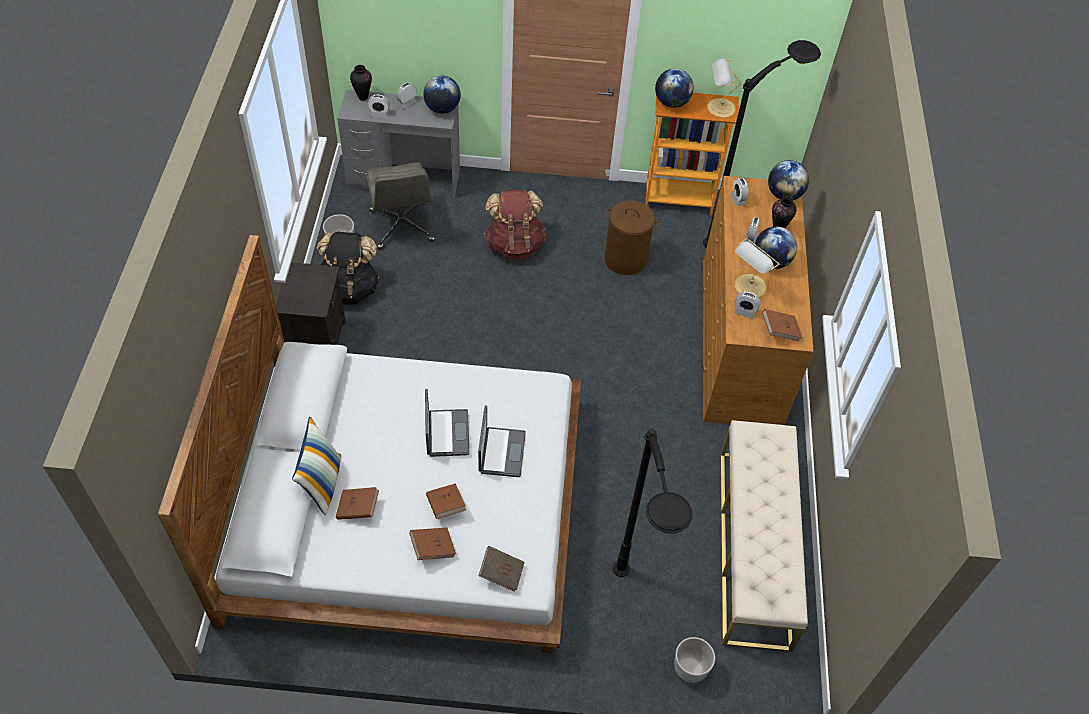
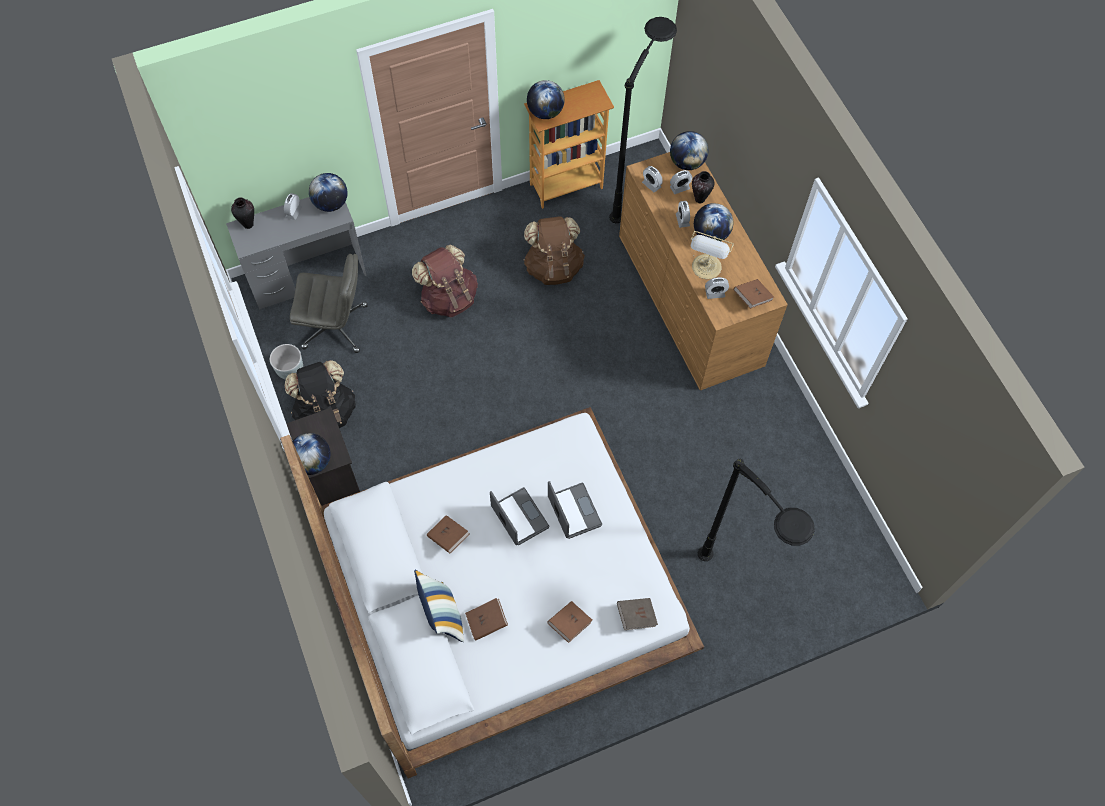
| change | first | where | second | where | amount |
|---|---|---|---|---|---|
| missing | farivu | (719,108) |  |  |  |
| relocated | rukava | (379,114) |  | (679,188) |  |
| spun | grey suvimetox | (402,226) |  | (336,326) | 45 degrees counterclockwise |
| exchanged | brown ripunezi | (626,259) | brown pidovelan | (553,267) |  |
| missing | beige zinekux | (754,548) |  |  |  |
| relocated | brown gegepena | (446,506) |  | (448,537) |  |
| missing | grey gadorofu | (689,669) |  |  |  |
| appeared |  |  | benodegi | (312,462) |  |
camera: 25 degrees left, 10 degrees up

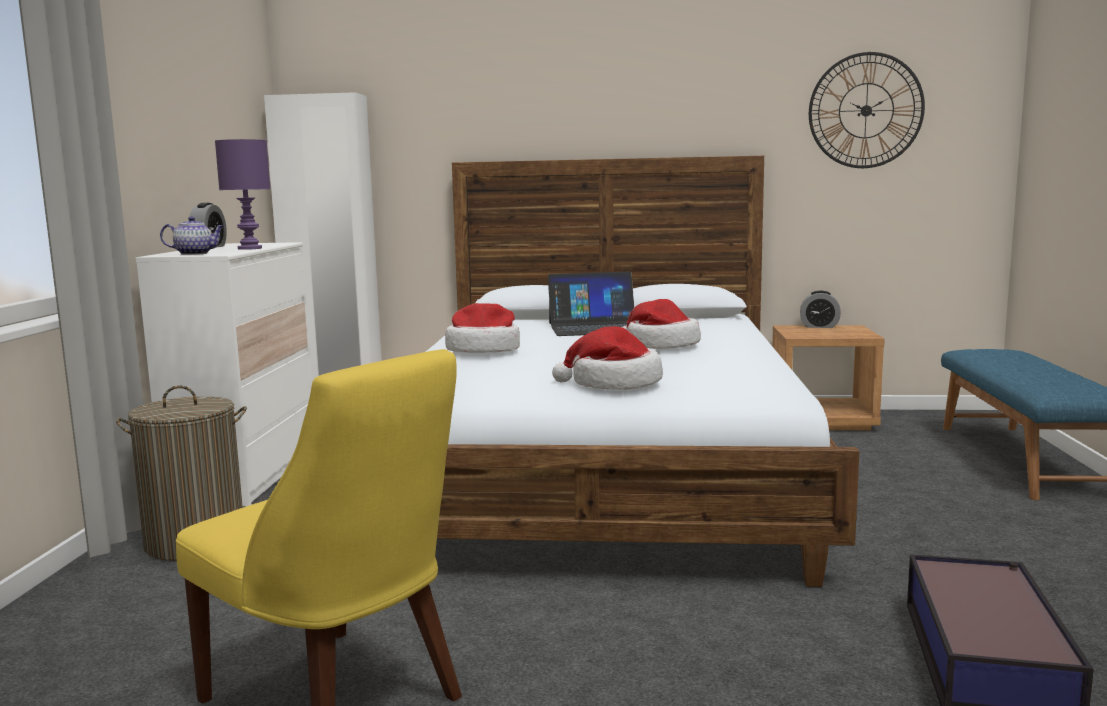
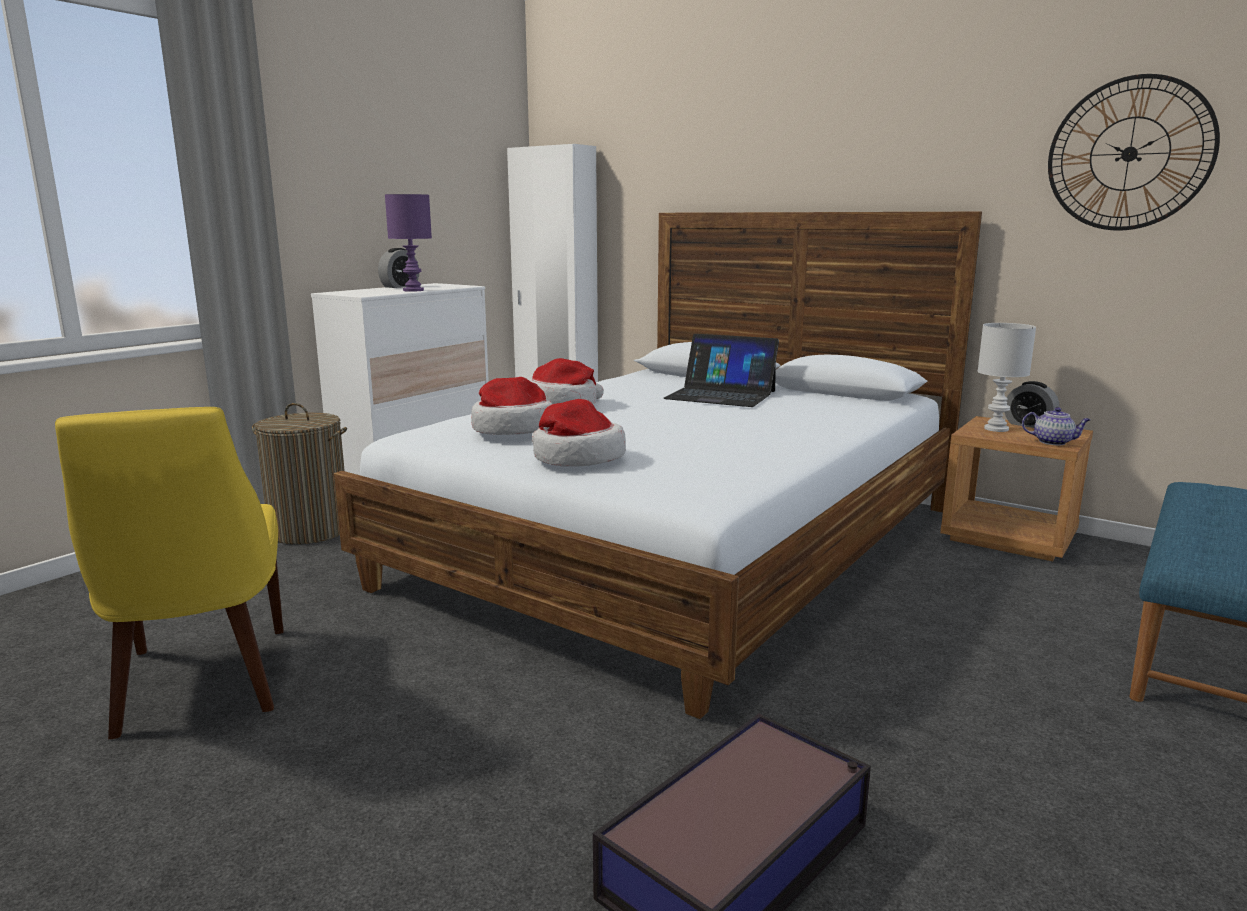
| change | first | where | second | where | amount |
|---|---|---|---|---|---|
| relocated | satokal | (195,253) |  | (1053,442) |  |
| relocated | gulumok | (660,345) |  | (512,429) |  |
| appeared |  |  | white farivu | (996,429) |  |
camera: 30 degrees right, 5 degrees up

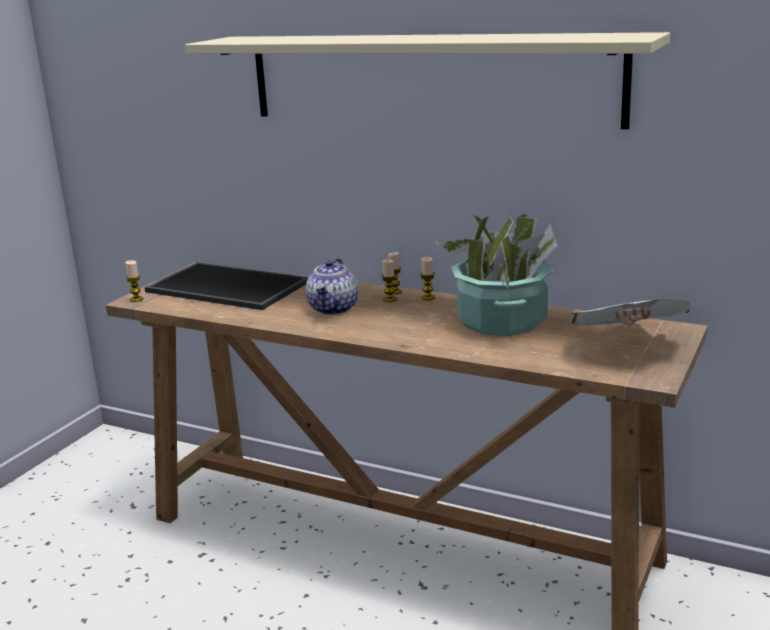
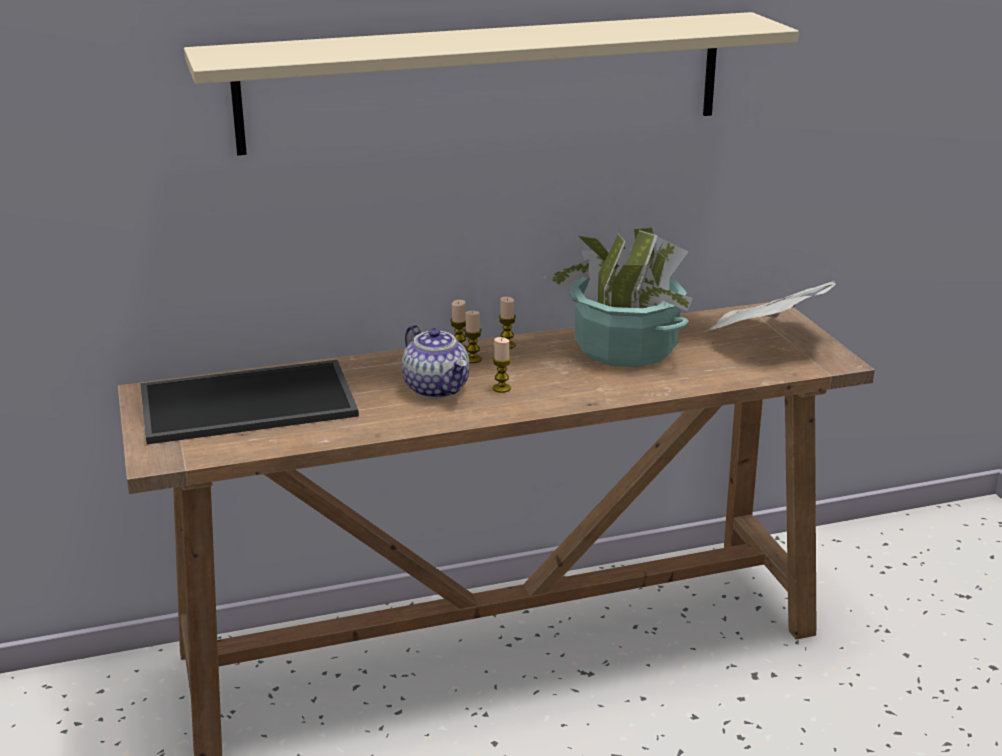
| change | first | where | second | where | amount |
|---|---|---|---|---|---|
| relocated | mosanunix | (136,299) |  | (501,388) |  |
camera: 45 degrees left, 5 degrees up

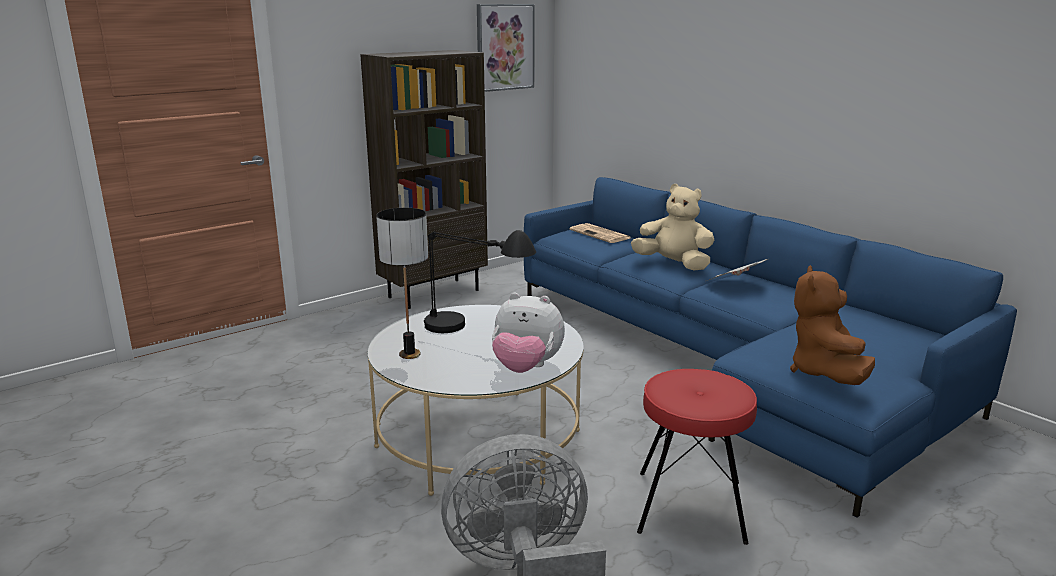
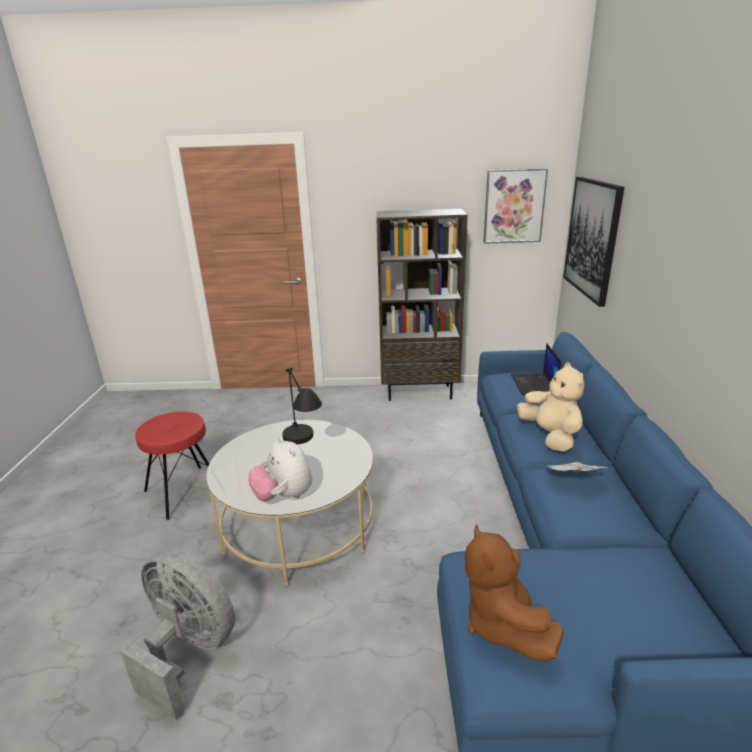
| change | first | where | second | where | amount |
|---|---|---|---|---|---|
| missing | farivu | (409,354) |  |  |  |
| exchanged | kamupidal | (601,234) | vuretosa | (534,384) |  |
| spun | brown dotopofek | (825,373) |  | (502,624) | 60 degrees counterclockwise |
| relocated | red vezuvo | (689,505) |  | (185,491) |  |
| appeared |  |  | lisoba | (592,238) |  |
camera: 40 degrees right, 5 degrees up

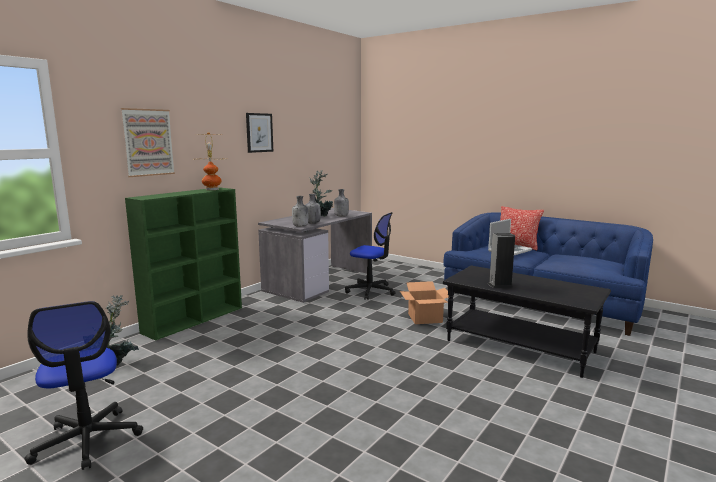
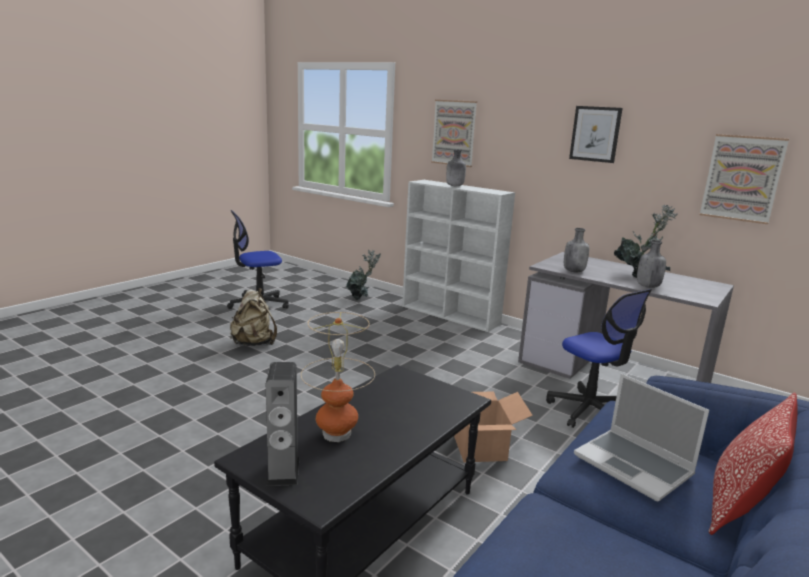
| change | first | where | second | where | amount |
|---|---|---|---|---|---|
| relocated | farivu | (212,189) |  | (336,434) |  |
| colour | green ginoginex | (195,319) | white ginoginex | (451,315) |  |
| relocated | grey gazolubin | (300,226) |  | (454,186) |  |
| spun | suvimetox | (370,291) |  | (590,411) | 60 degrees counterclockwise |
| relocated | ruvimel | (500,285) |  | (283,471) |  |
| appeared |  |  | lisoba | (742,178) |  |
| appeared |  |  | beige pidovelan | (254,344) |  |
camera: 90 degrees right, 5 degrees up

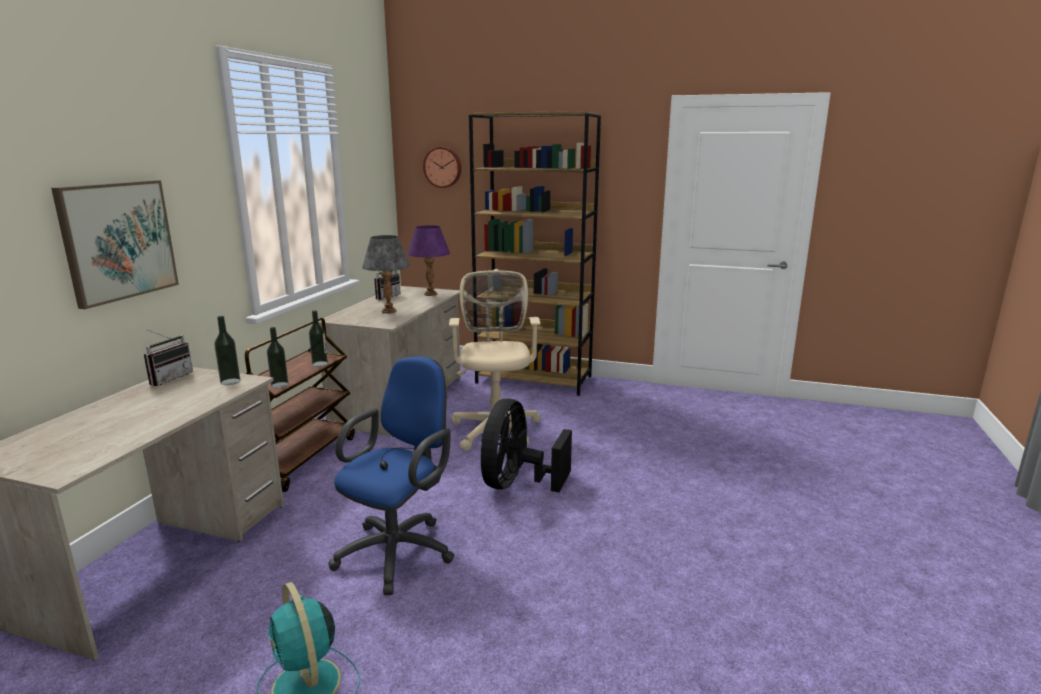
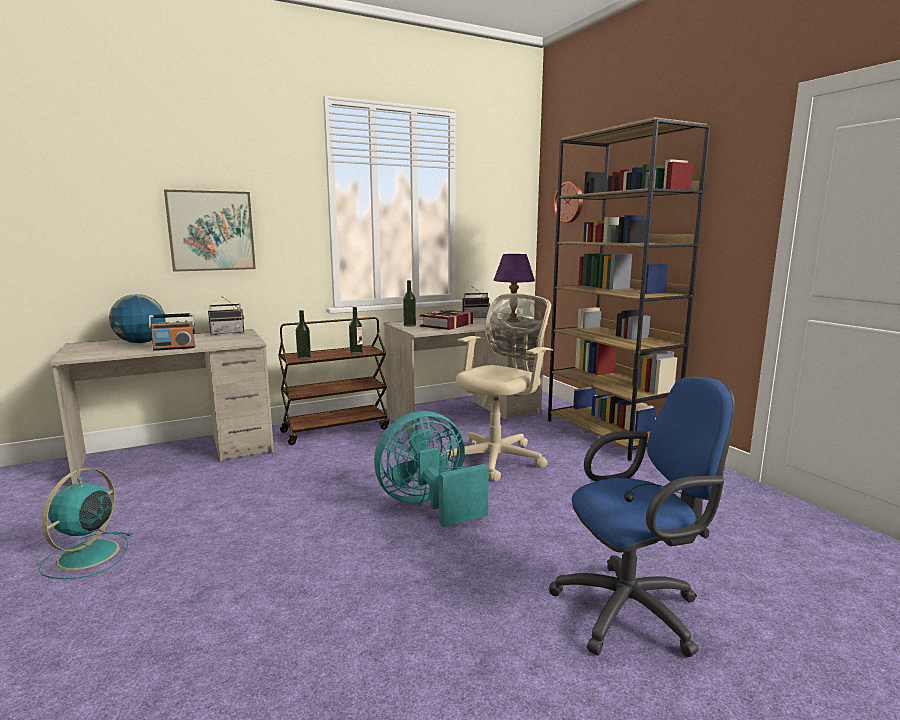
| change | first | where | second | where | amount |
|---|---|---|---|---|---|
| exchanged | grey farivu | (389,311) | gegepena | (447,325) |  |
| relocated | gazolubin | (230,382) |  | (409,325) |  |
| relocated | blue suvimetox | (400,550) |  | (634,609) |  |
| colour | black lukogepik | (517,483) | turquoise lukogepik | (429,505) |  |
| appeared |  |  | benodegi | (140,343) |  |
| appeared |  |  | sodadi | (174,348) |  |
camera: 45 degrees right, 5 degrees down

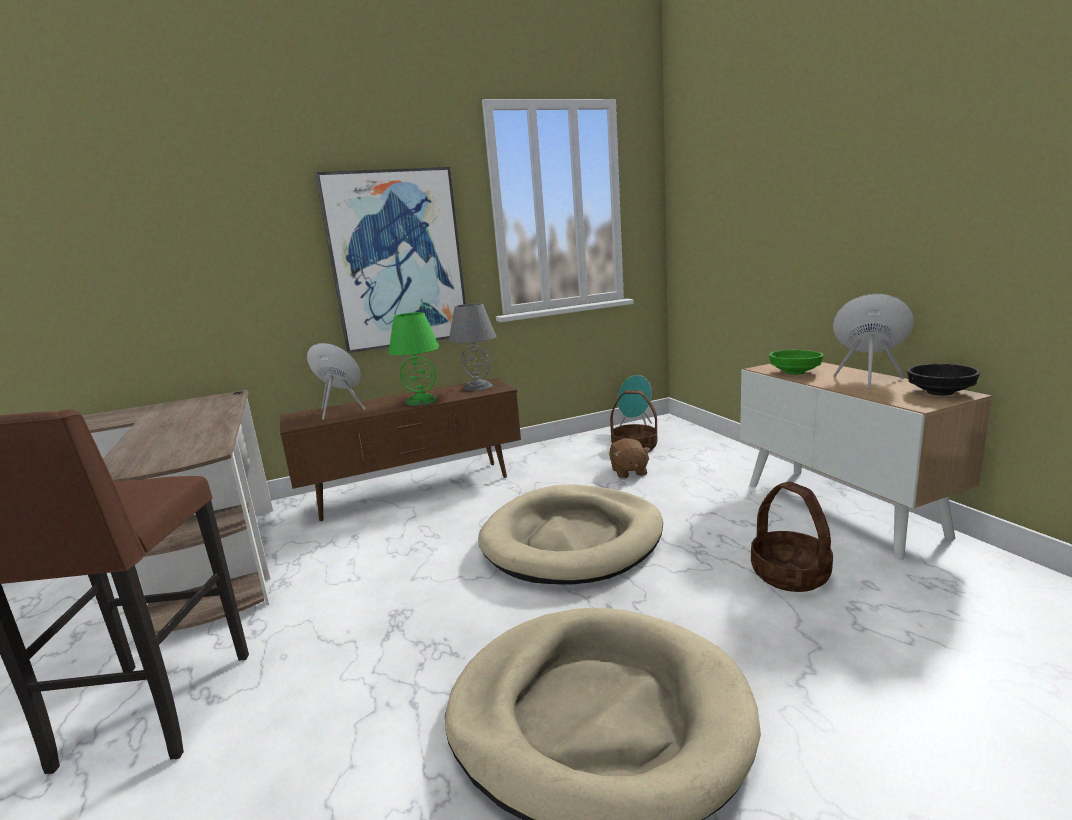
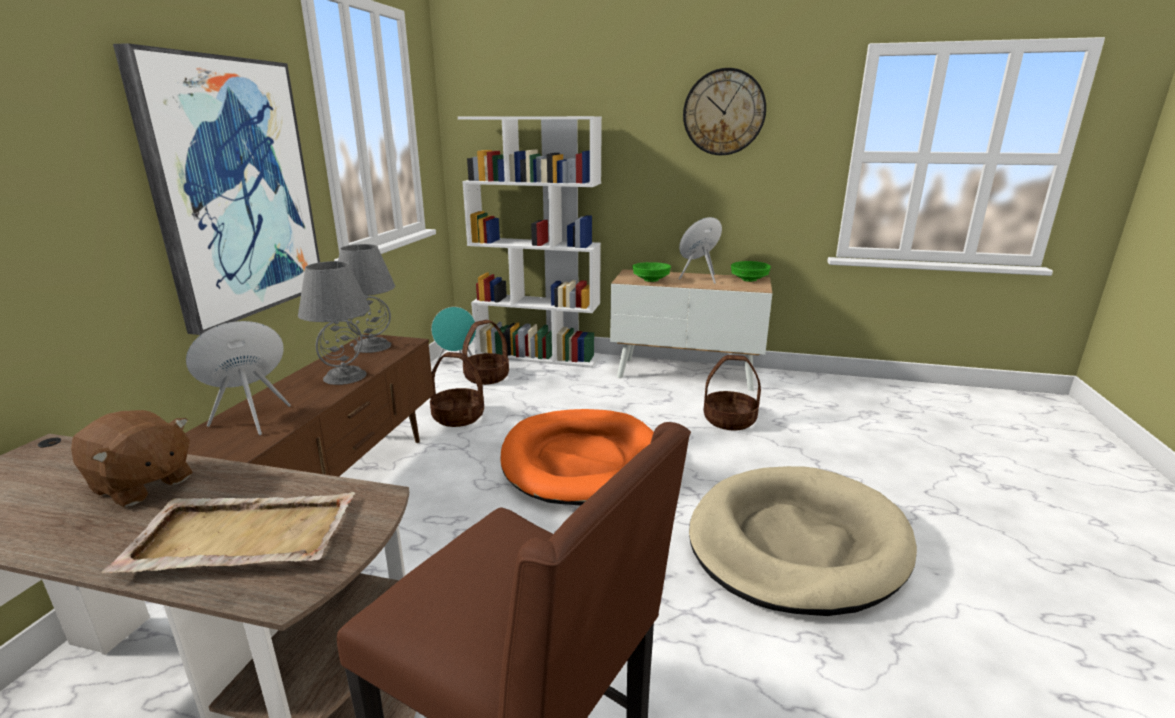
| change | first | where | second | where | amount |
|---|---|---|---|---|---|
| colour | green farivu | (421,401) | grey farivu | (345,376) |  |
| colour | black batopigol | (940,392) | green batopigol | (748,279) |  |
| relocated | brown dotopofek | (628,472) |  | (142,485) |  |
| colour | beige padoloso | (573,539) | orange padoloso | (581,461) |  |
| appeared |  |  | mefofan | (724,112) |  |
| appeared |  |  | white ginoginex | (538,355) |  |
| appeared |  |  | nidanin | (458,417) |  |
| appeared |  |  | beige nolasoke | (241,536) |  |
camera: 55 degrees left, 5 degrees up

